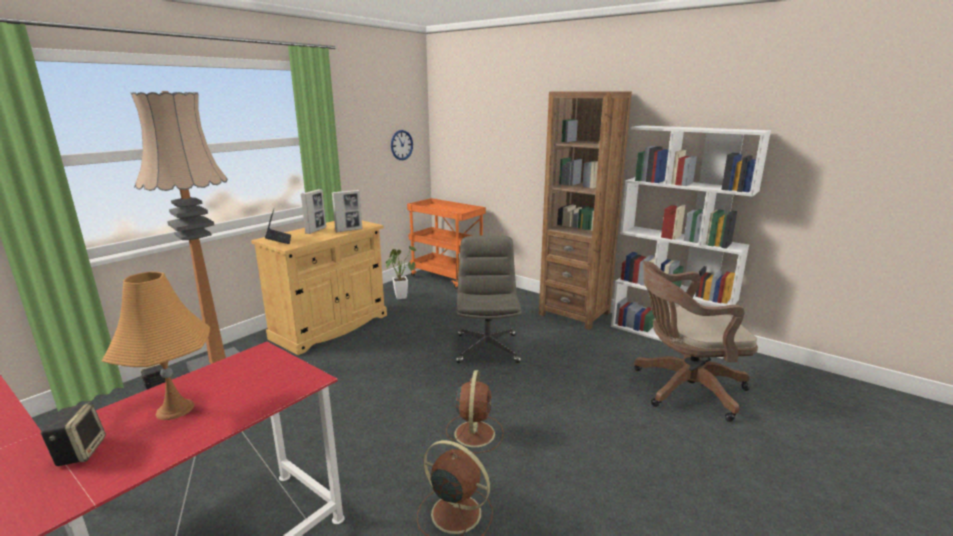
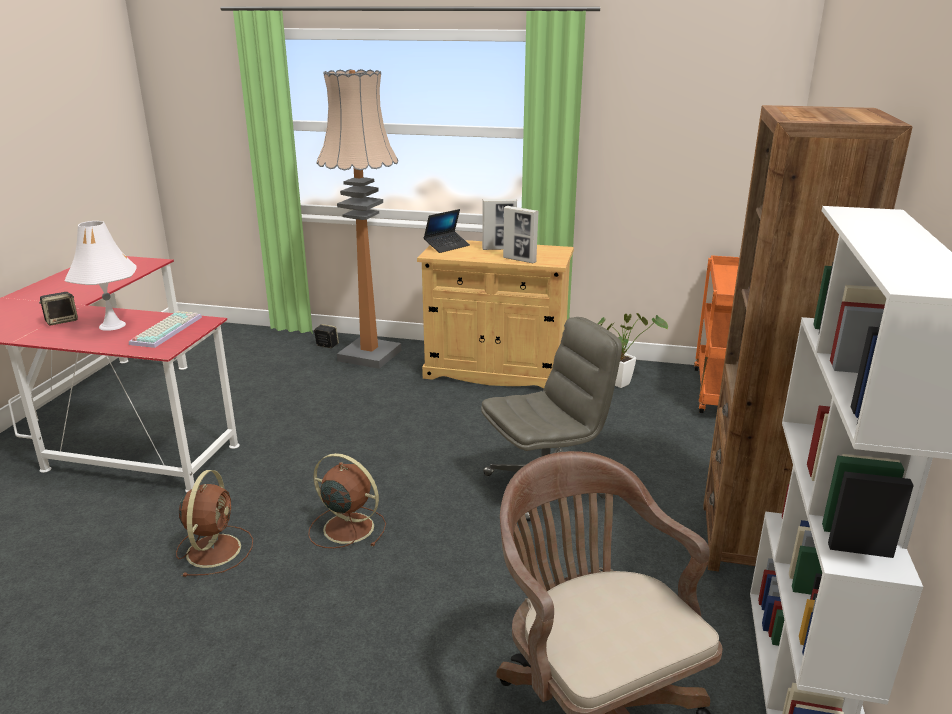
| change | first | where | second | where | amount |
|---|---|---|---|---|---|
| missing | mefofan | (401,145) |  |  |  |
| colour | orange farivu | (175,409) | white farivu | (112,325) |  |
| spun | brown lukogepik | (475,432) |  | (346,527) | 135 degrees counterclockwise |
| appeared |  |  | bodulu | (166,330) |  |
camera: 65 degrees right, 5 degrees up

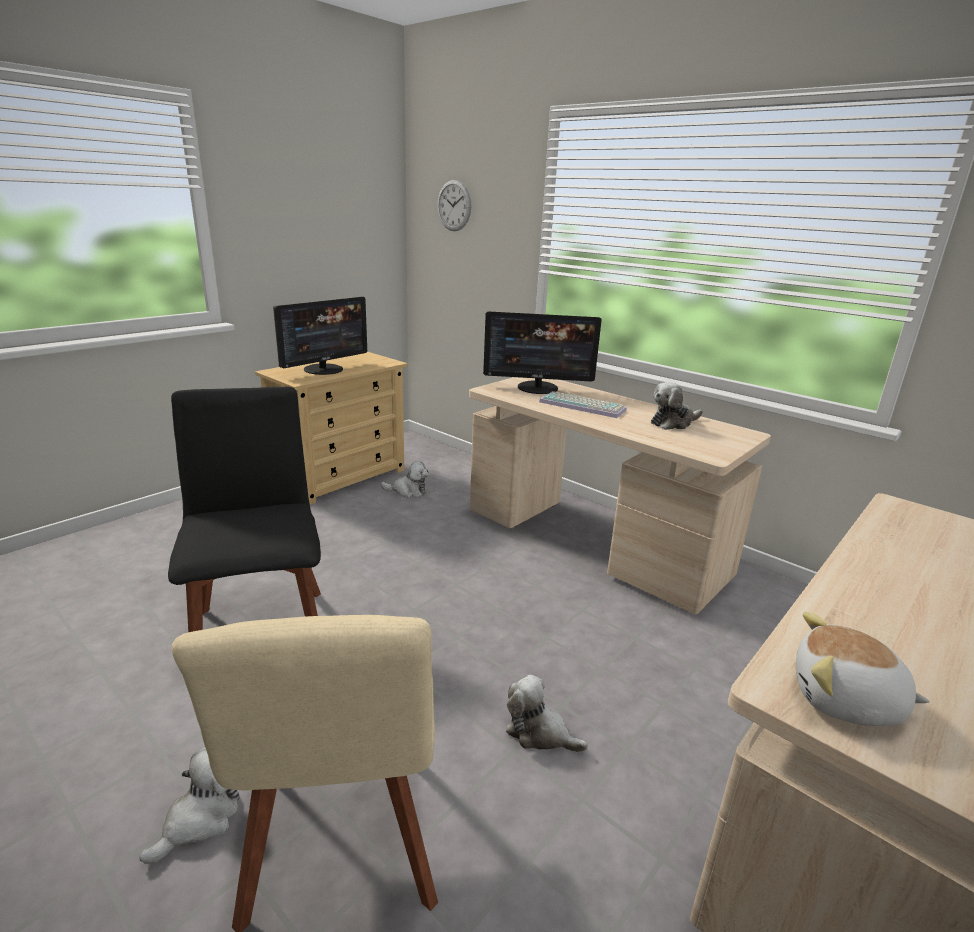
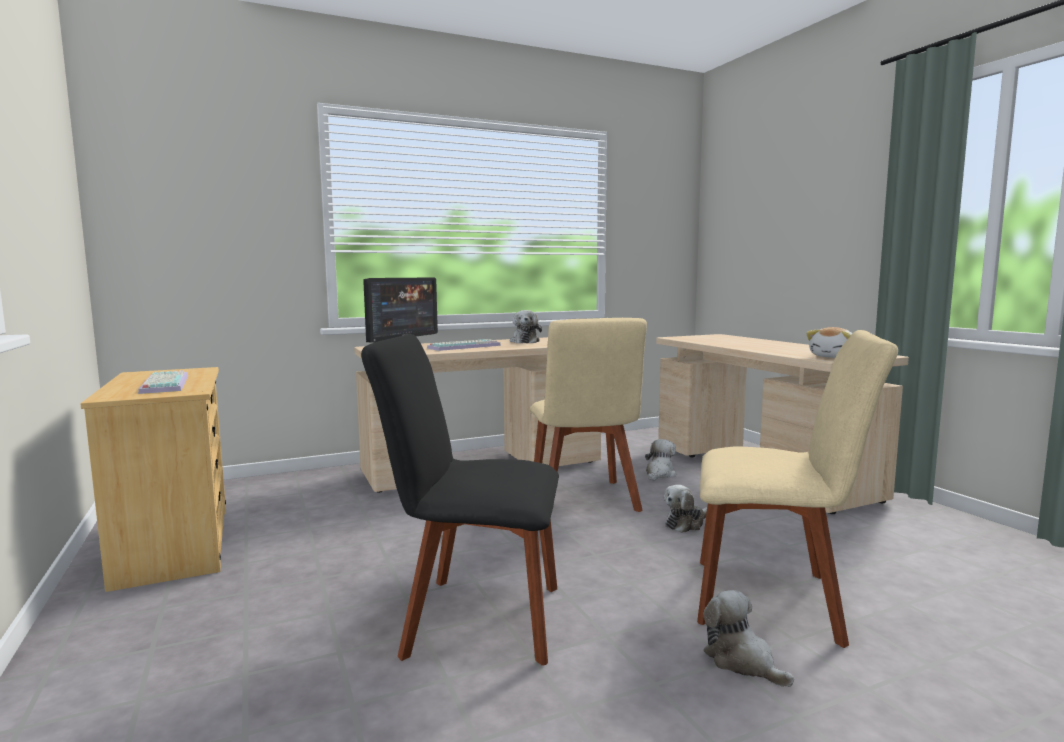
| change | first | where | second | where | amount |
|---|---|---|---|---|---|
| missing | mefofan | (454,206) |  |  |  |
| exchanged | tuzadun | (324,369) | bodulu | (163,384) |  |
| relocated | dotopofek | (408,491) |  | (659,474) |  |
| appeared |  |  | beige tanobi | (584,501) |  |
camera: 65 degrees left, 15 degrees down

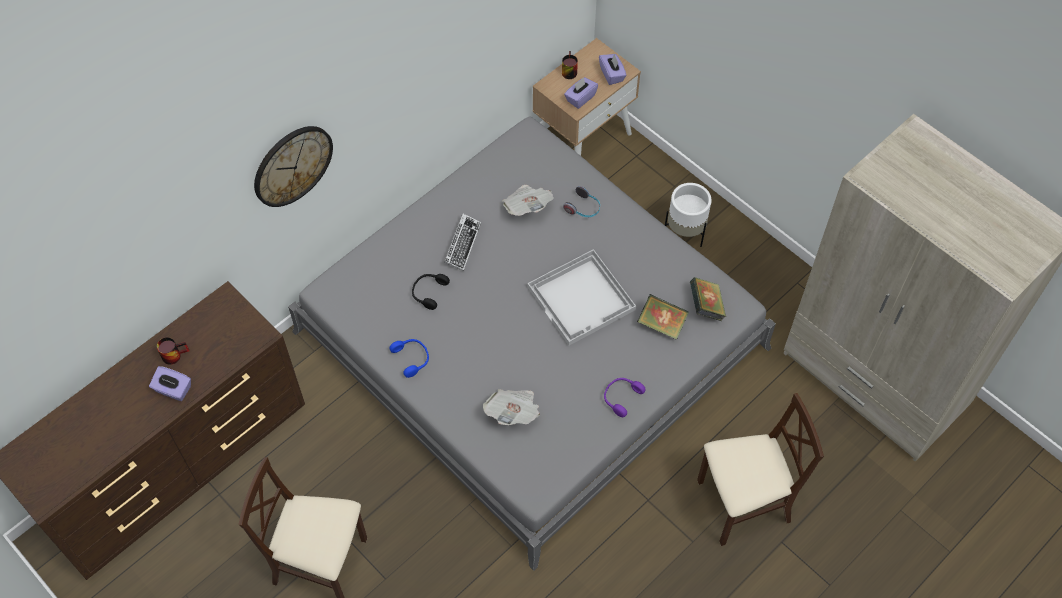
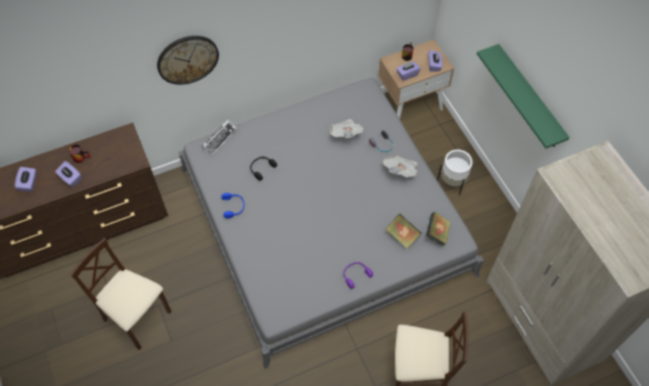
| change | first | where | second | where | amount |
|---|---|---|---|---|---|
| relocated | bodulu | (462,244) |  | (219,139) |  |
| missing | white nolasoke | (582,298) |  |  |  |
| relocated | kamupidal | (513,413) |  | (401,171) |  |
| appeared |  |  | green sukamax | (529,98) |  |
| appeared |  |  | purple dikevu | (29,183) |  |
camera: 20 degrees right, 0 degrees up

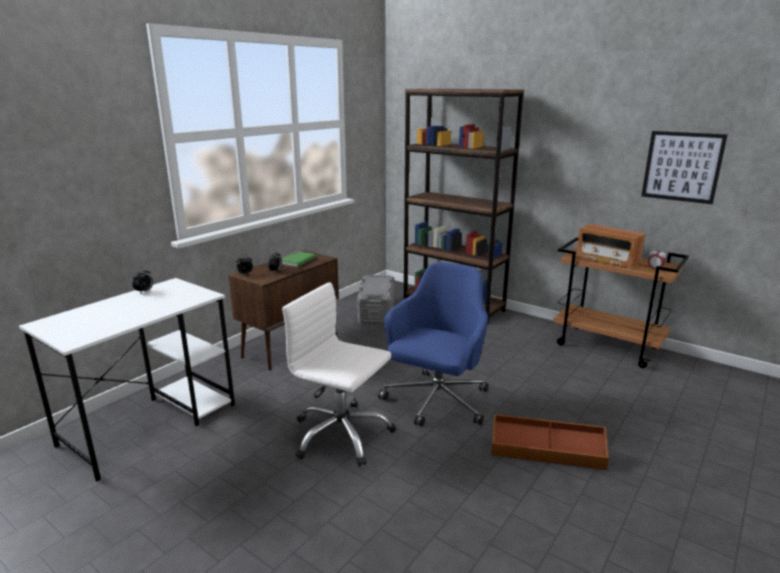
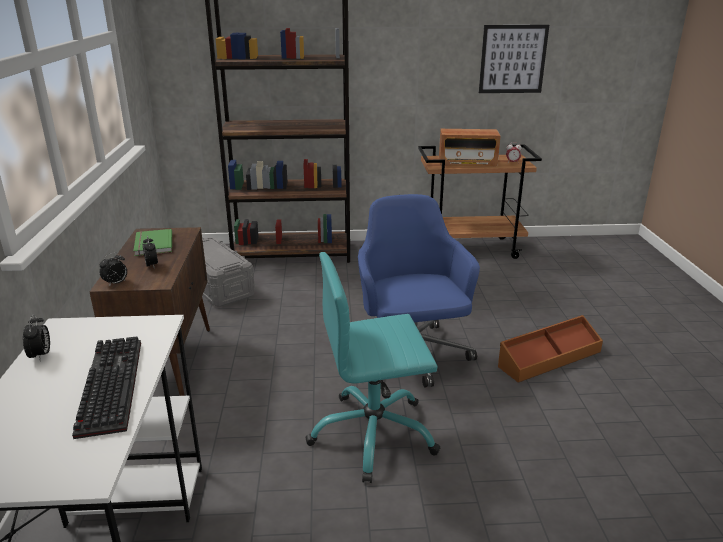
| change | first | where | second | where | amount |
|---|---|---|---|---|---|
| colour | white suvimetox | (341,435) | turquoise suvimetox | (373,434) |  |
| appeared |  |  | bodulu | (108,385) |  |
camera: 40 degrees left, 5 degrees up

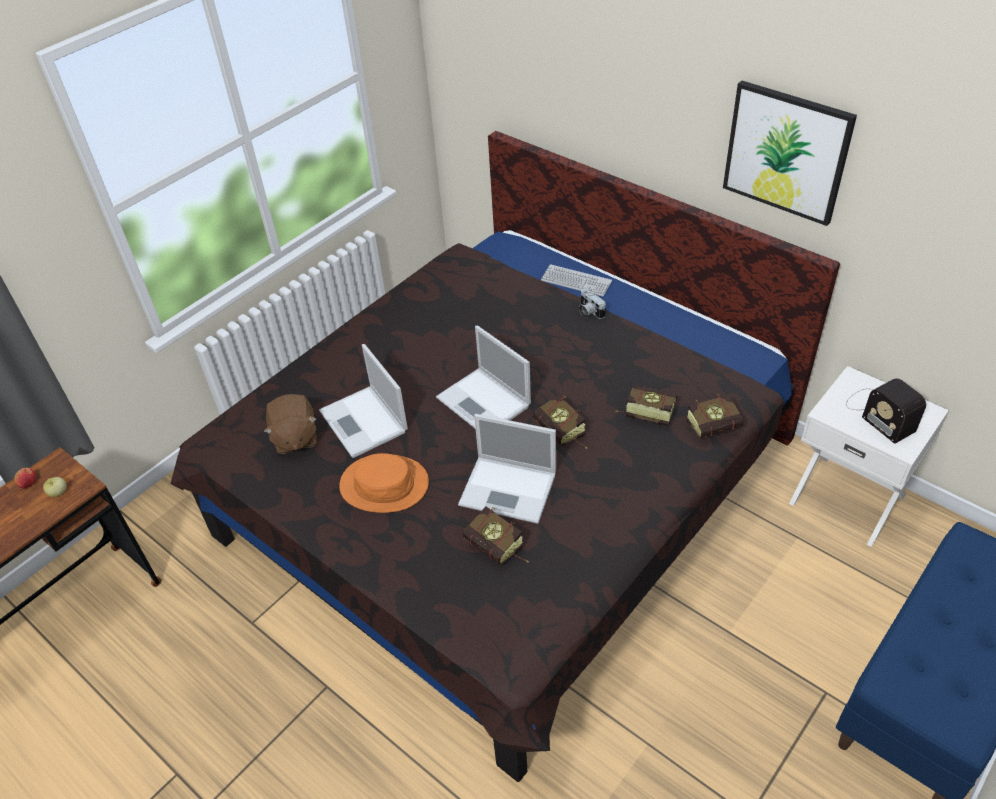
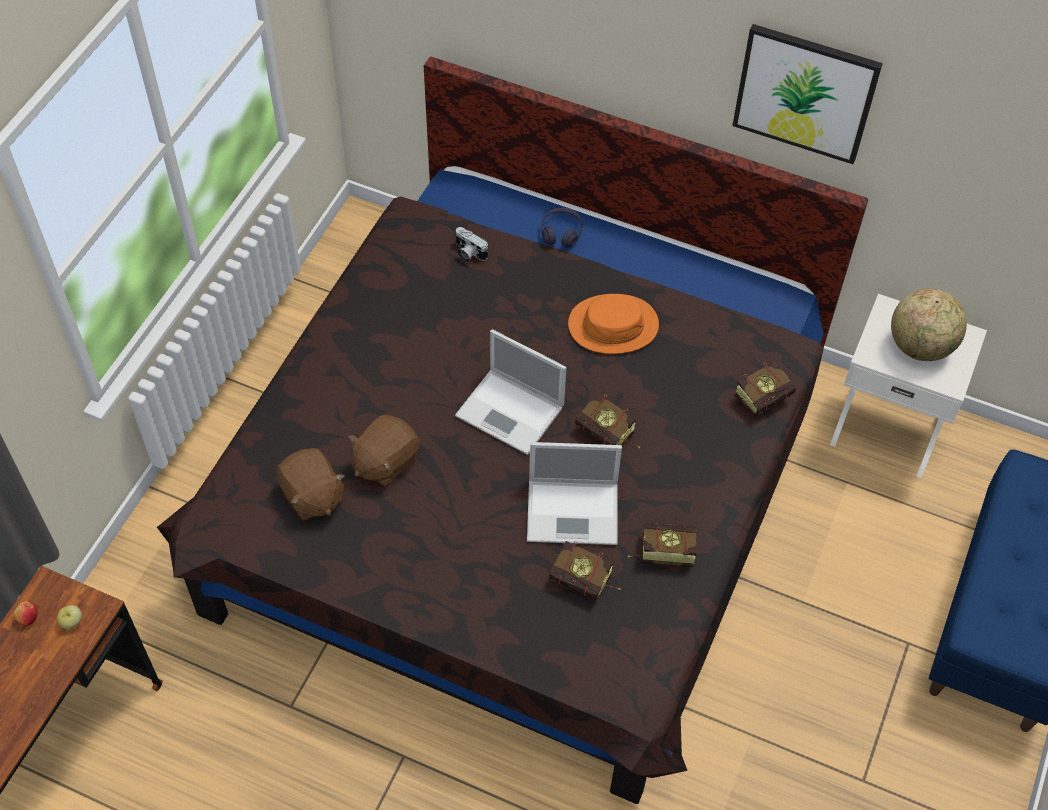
| change | first | where | second | where | amount |
|---|---|---|---|---|---|
| exchanged | bodulu | (576,281) | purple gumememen | (561,232) |  |
| relocated | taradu | (589,312) |  | (468,253) |  |
| exchanged | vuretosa | (364,422) | brown dotopofek | (385,462) |  |
| exchanged | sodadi | (878,413) | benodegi | (920,346) |  |
| relocated | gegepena | (644,412) |  | (661,551) |  |
| relocated | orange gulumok | (384,484) |  | (613,325) |  |
camera: 20 degrees left, 10 degrees up

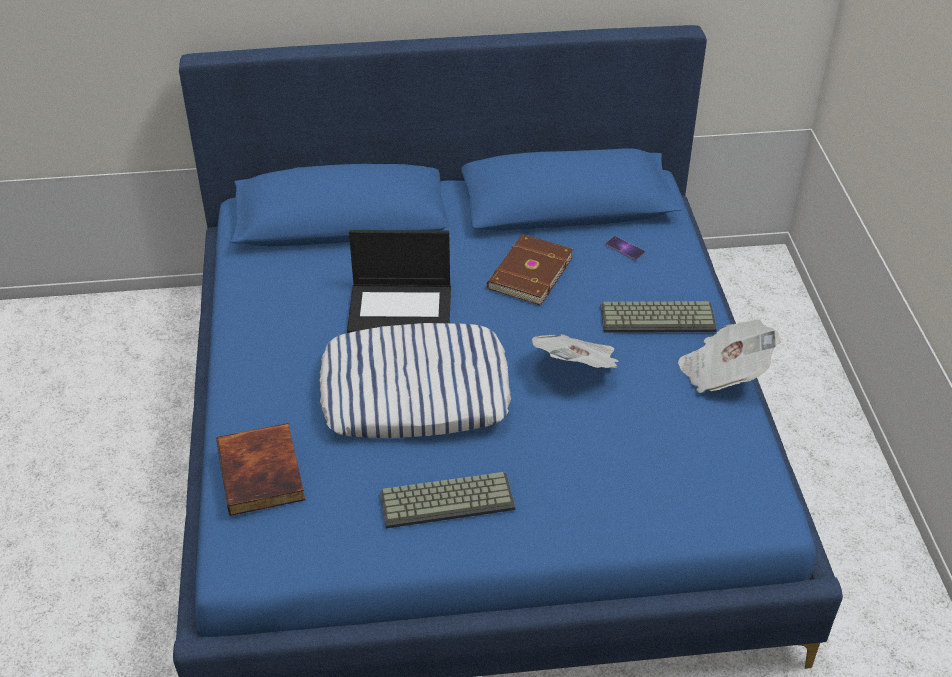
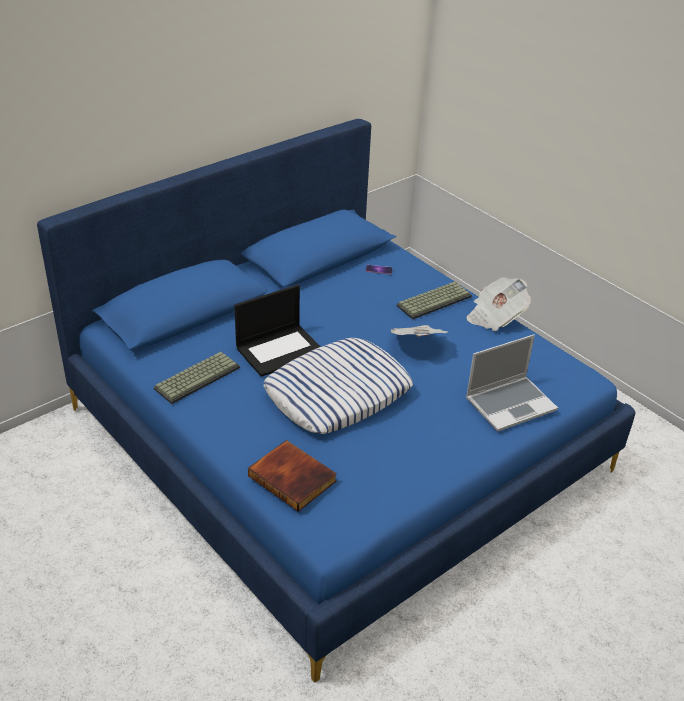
| change | first | where | second | where | amount |
|---|---|---|---|---|---|
| missing | brown gegepena | (528,272) |  |  |  |
| relocated | bodulu | (448,499) |  | (197,377) |  |
| appeared |  |  | vuretosa | (511,404) |  |
camera: 35 degrees left, 5 degrees down

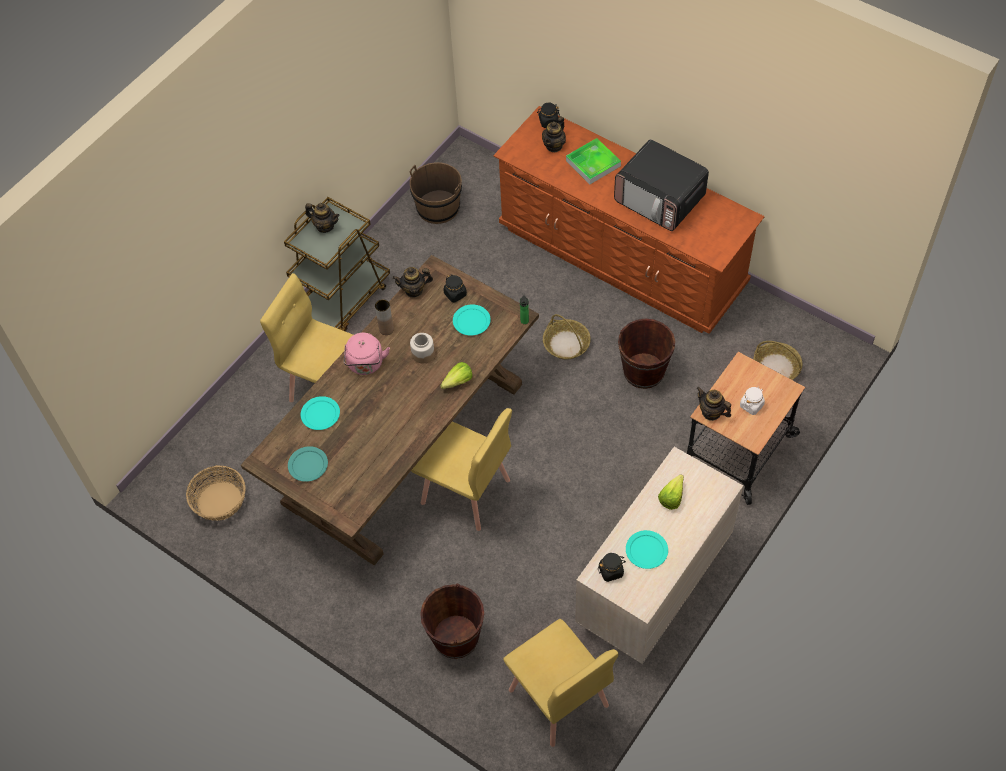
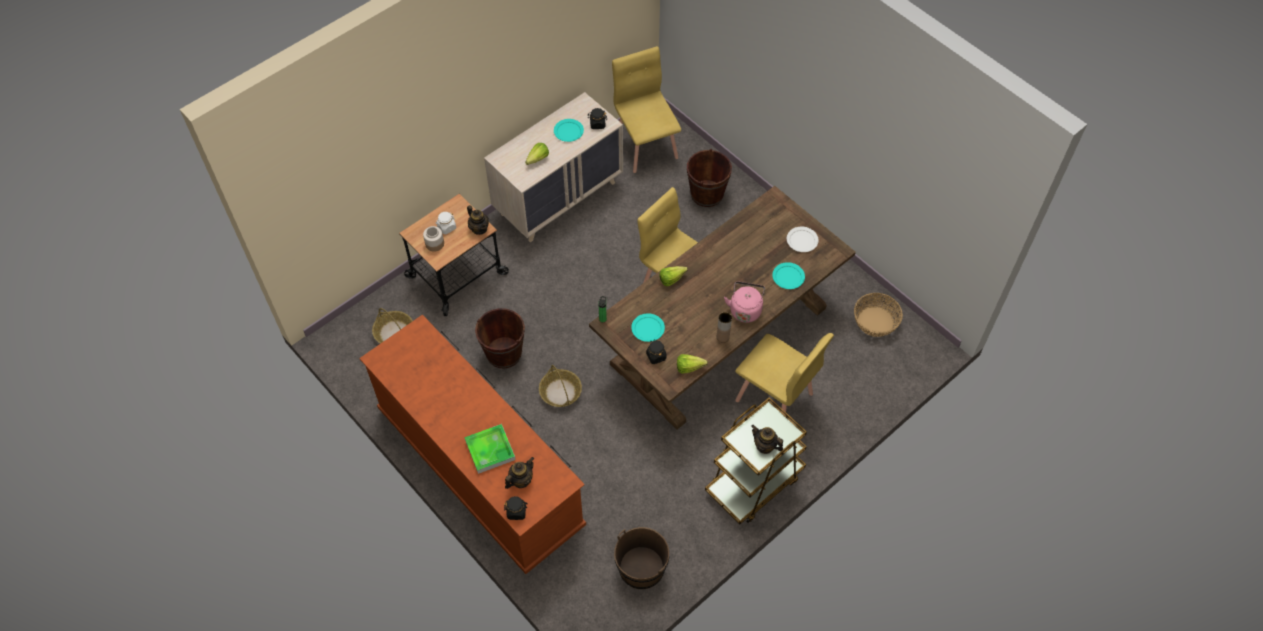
| change | first | where | second | where | amount |
|---|---|---|---|---|---|
| missing | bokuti | (660,200) |  |  |  |
| exchanged | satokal | (414,290) | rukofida | (692,368) |  |
| relocated | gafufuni | (423,353) |  | (434,244) |  |
| colour | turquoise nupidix | (308,465) | white nupidix | (802,240) |  |
camera: 170 degrees left, 0 degrees up

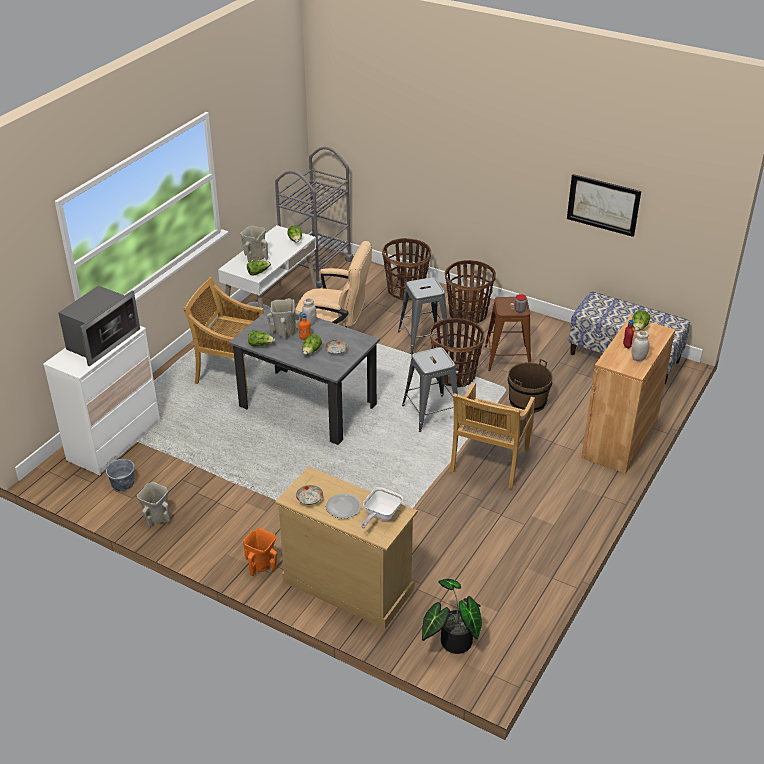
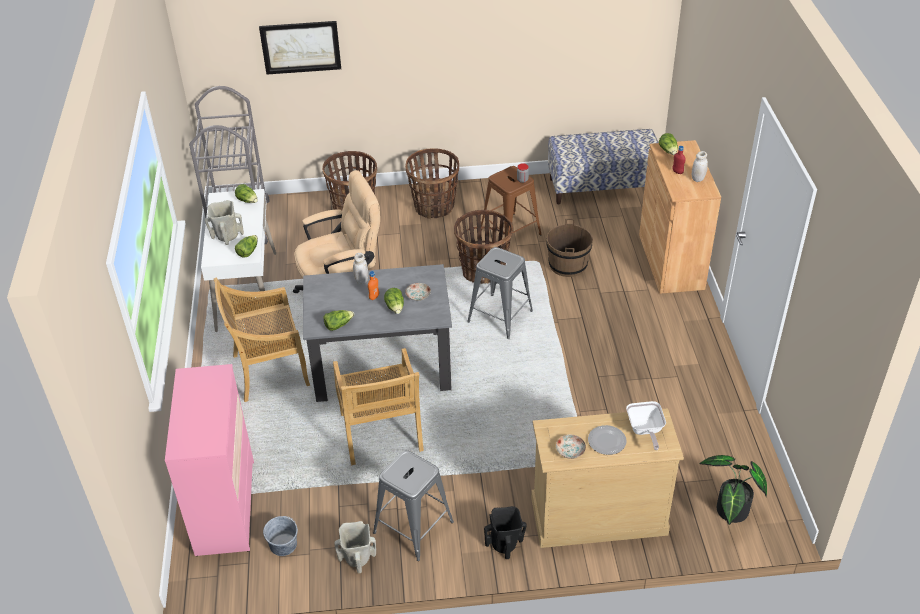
| change | first | where | second | where | amount |
|---|---|---|---|---|---|
| relocated | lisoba | (603,204) |  | (300,47) |  |
| relocated | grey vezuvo | (424,339) |  | (413,527) |  |
| missing | bokuti | (101,341) |  |  |  |
| missing | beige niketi | (284,332) |  |  |  |
| colour | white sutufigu | (114,442) | pink sutufigu | (225,507) |  |
| relocated | beige tanobi | (489,462) |  | (381,434) |  |
| colour | orange niketi | (261,565) | black niketi | (505,544) |  |
camera: 35 degrees left, 5 degrees up

